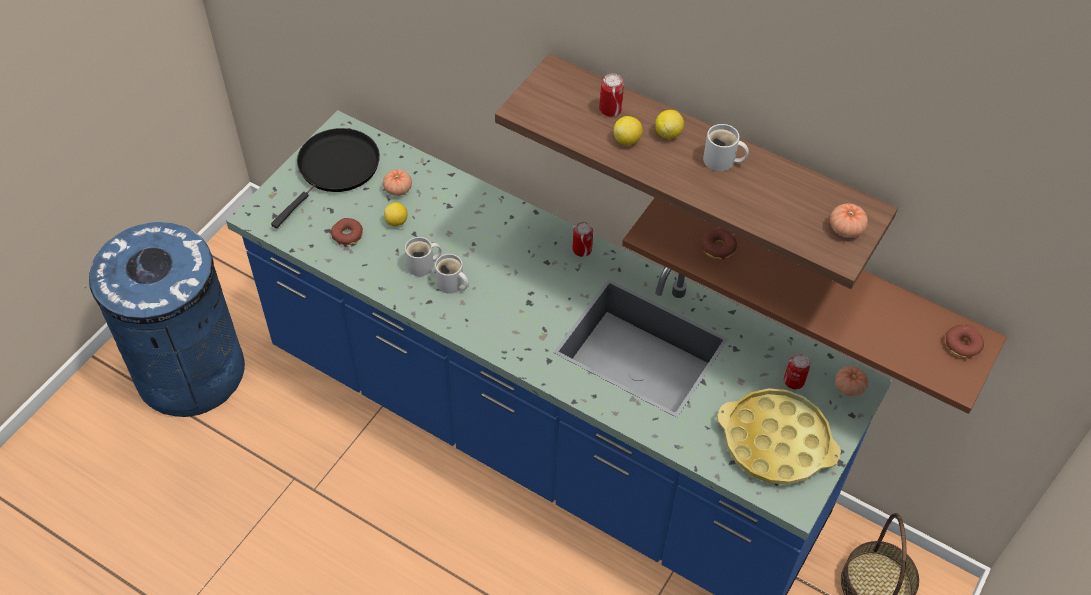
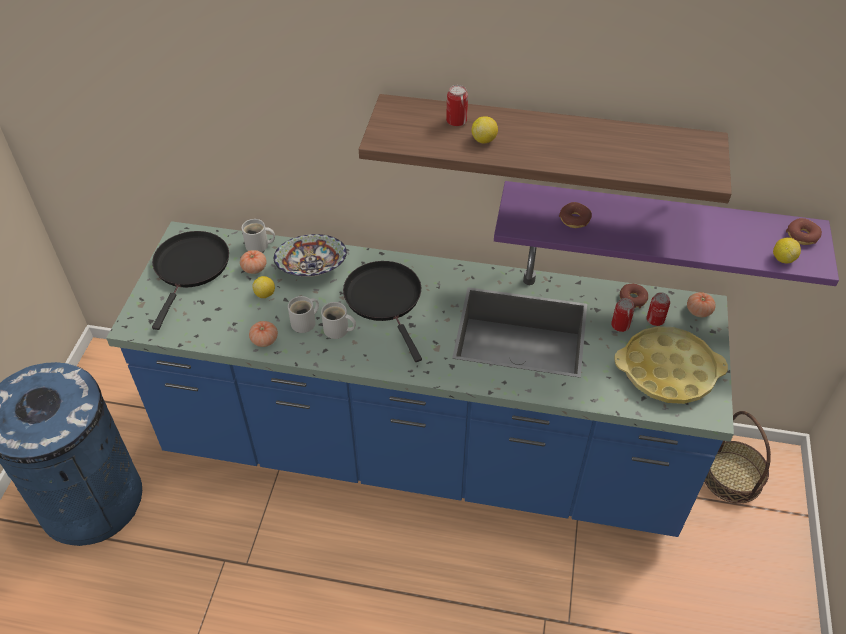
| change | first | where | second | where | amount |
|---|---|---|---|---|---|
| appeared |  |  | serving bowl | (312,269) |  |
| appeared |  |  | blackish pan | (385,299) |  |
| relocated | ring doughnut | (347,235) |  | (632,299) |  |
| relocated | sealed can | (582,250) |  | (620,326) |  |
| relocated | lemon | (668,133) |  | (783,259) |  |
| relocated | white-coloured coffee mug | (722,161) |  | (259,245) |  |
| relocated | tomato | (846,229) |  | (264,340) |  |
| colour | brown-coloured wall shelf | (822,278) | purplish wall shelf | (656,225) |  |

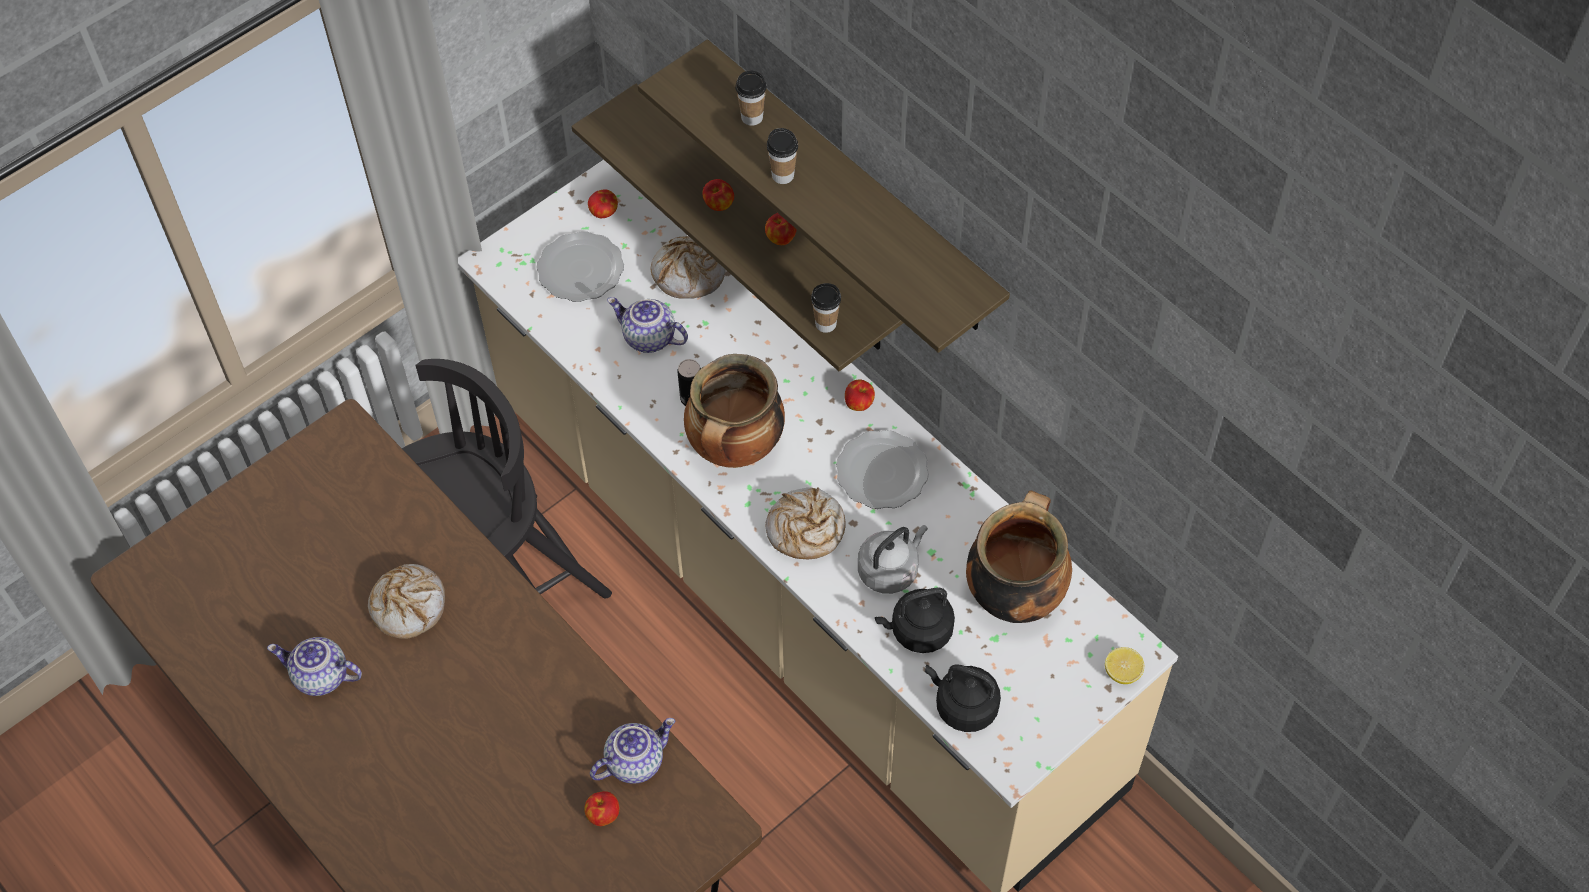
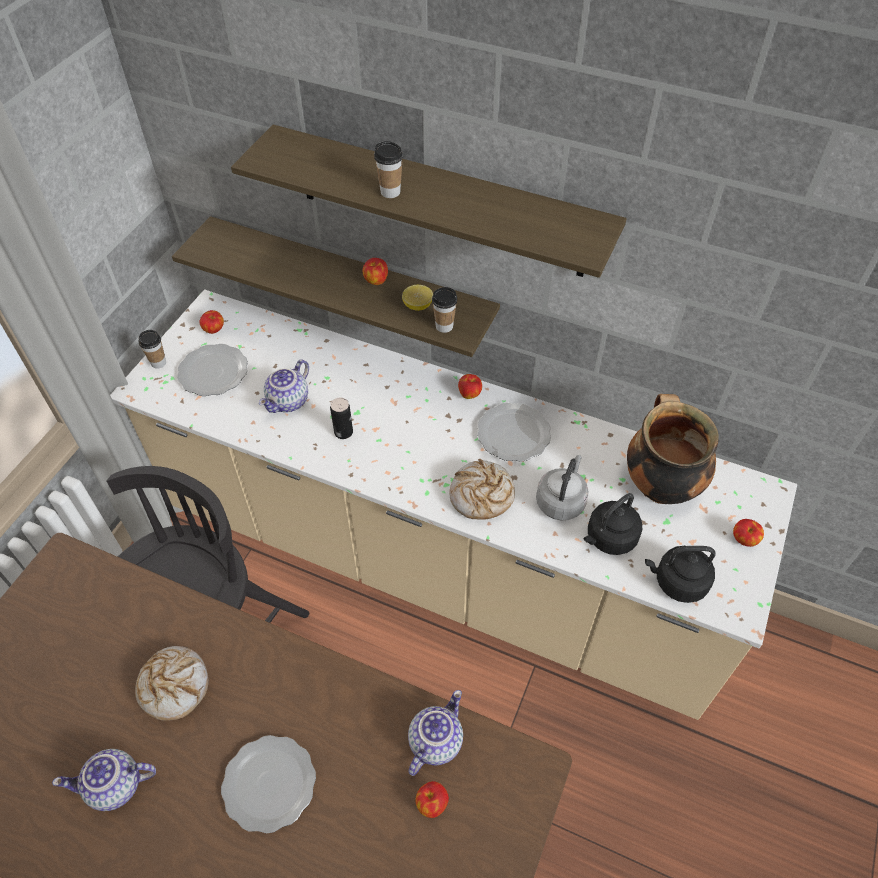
| change | first | where | second | where | amount |
|---|---|---|---|---|---|
| missing | bakery bread | (689,274) |  |  |  |
| missing | cooking pot | (736,450) |  |  |  |
| appeared |  |  | flat dish | (270,783) |  |
| relocated | apple fruit | (718,205) |  | (744,540) |  |
| relocated | cup | (752,117) |  | (158,363) |  |
| relocated | lemon | (1122,673) |  | (418,306) |  |
| spun | tea pot | (648,338) |  | (289,402) | 60 degrees counterclockwise |

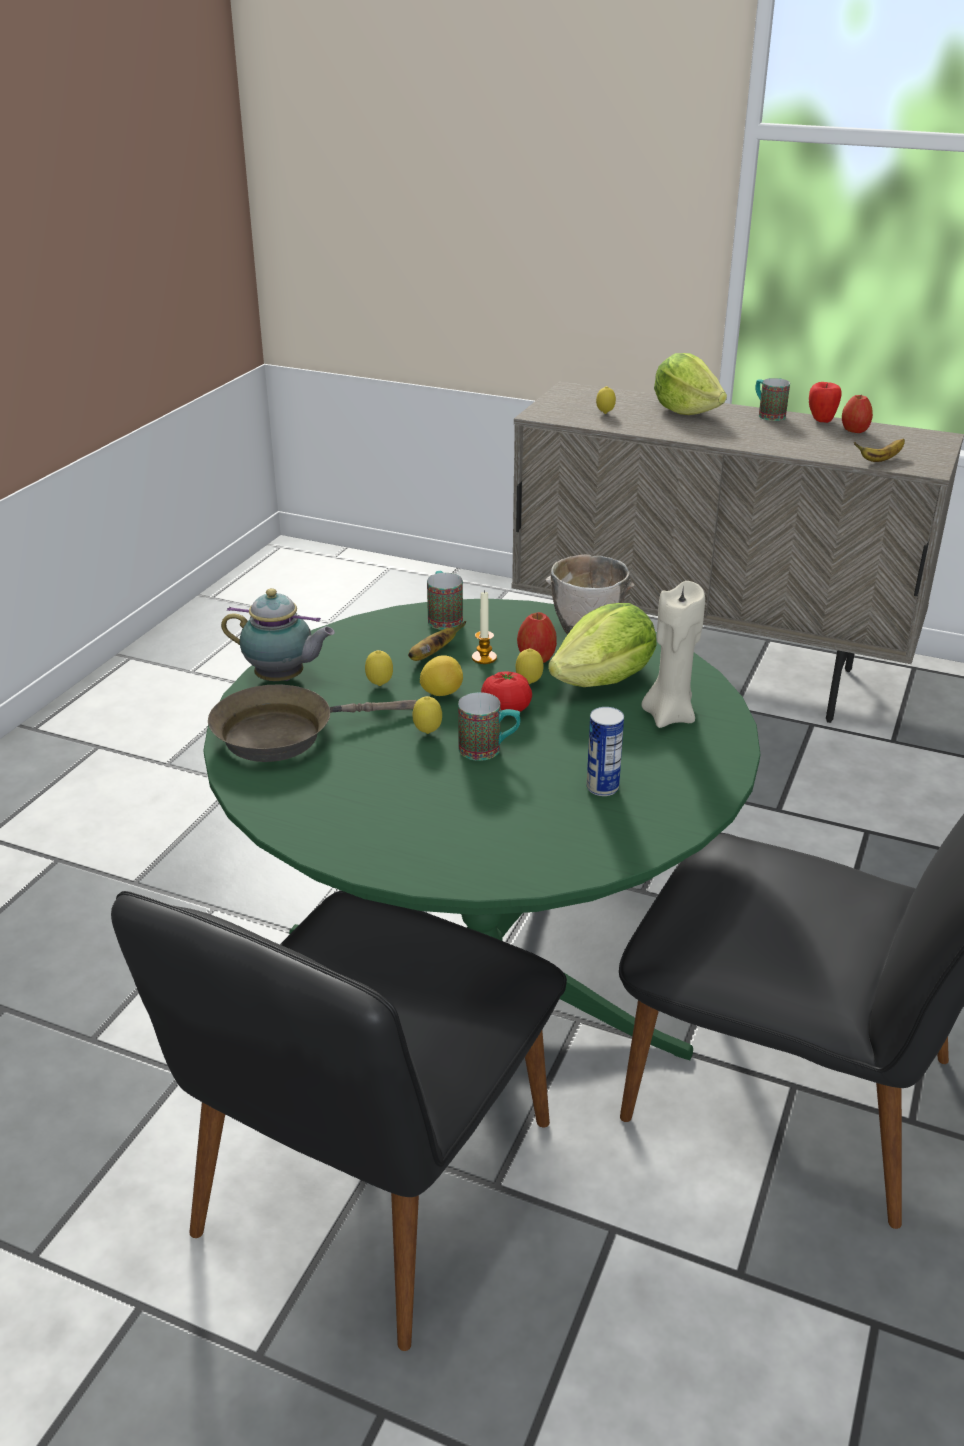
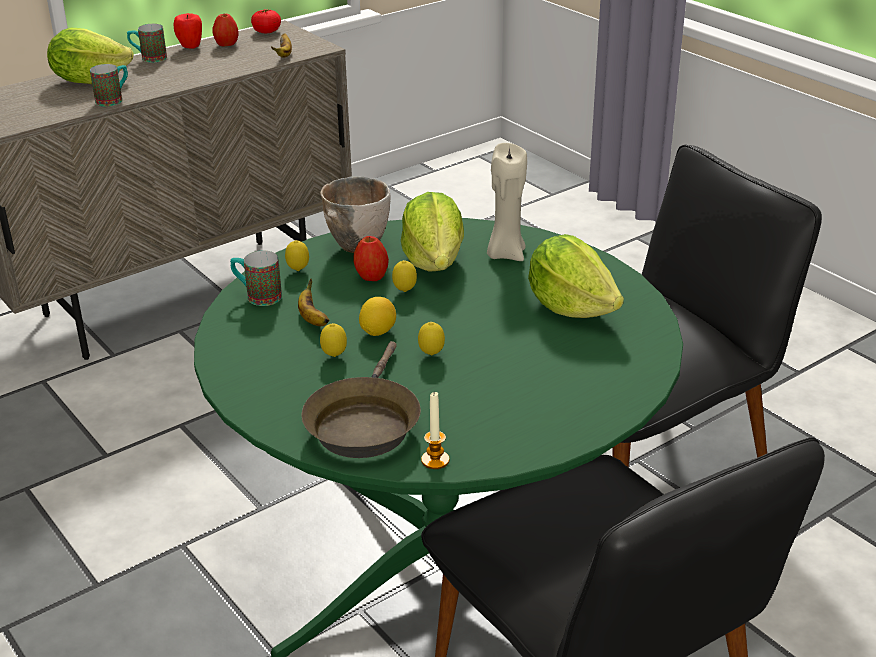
| change | first | where | second | where | amount |
|---|---|---|---|---|---|
| missing | tea pot | (283,680) |  |  |  |
| relocated | coffee mug | (489,750) |  | (114,99) |  |
| relocated | wax light | (484,658) |  | (435,460) |  |
| relocated | tomato | (506,708) |  | (267,32) |  |
| relocated | lemon | (605,413) |  | (298,270) |  |
| exchanged | sealed can | (602,787) | lettuce | (571,307) |  |

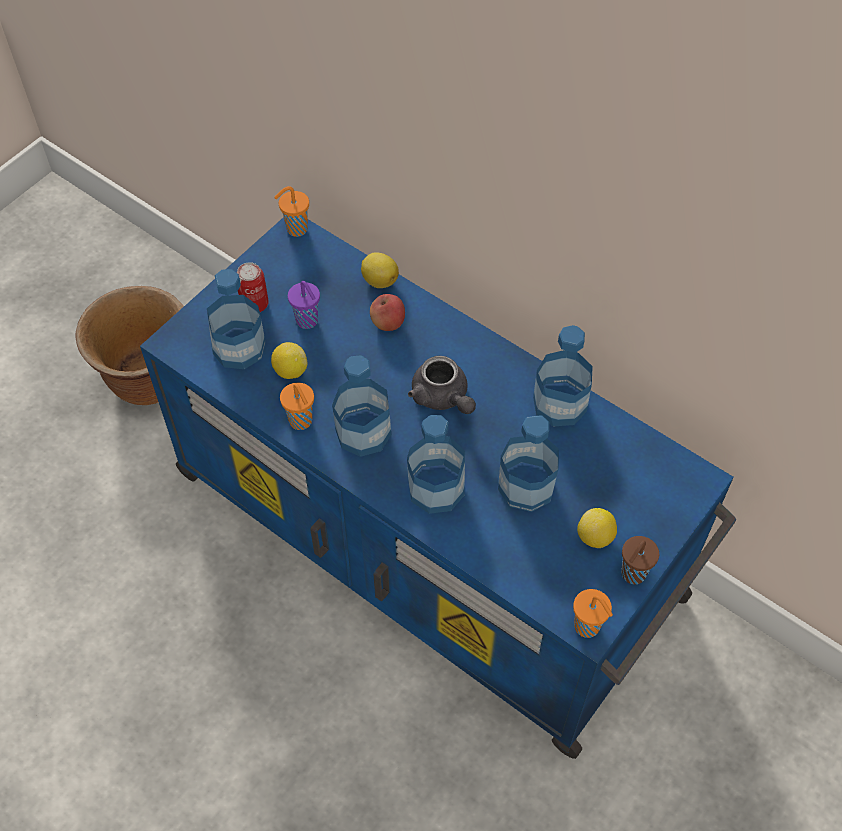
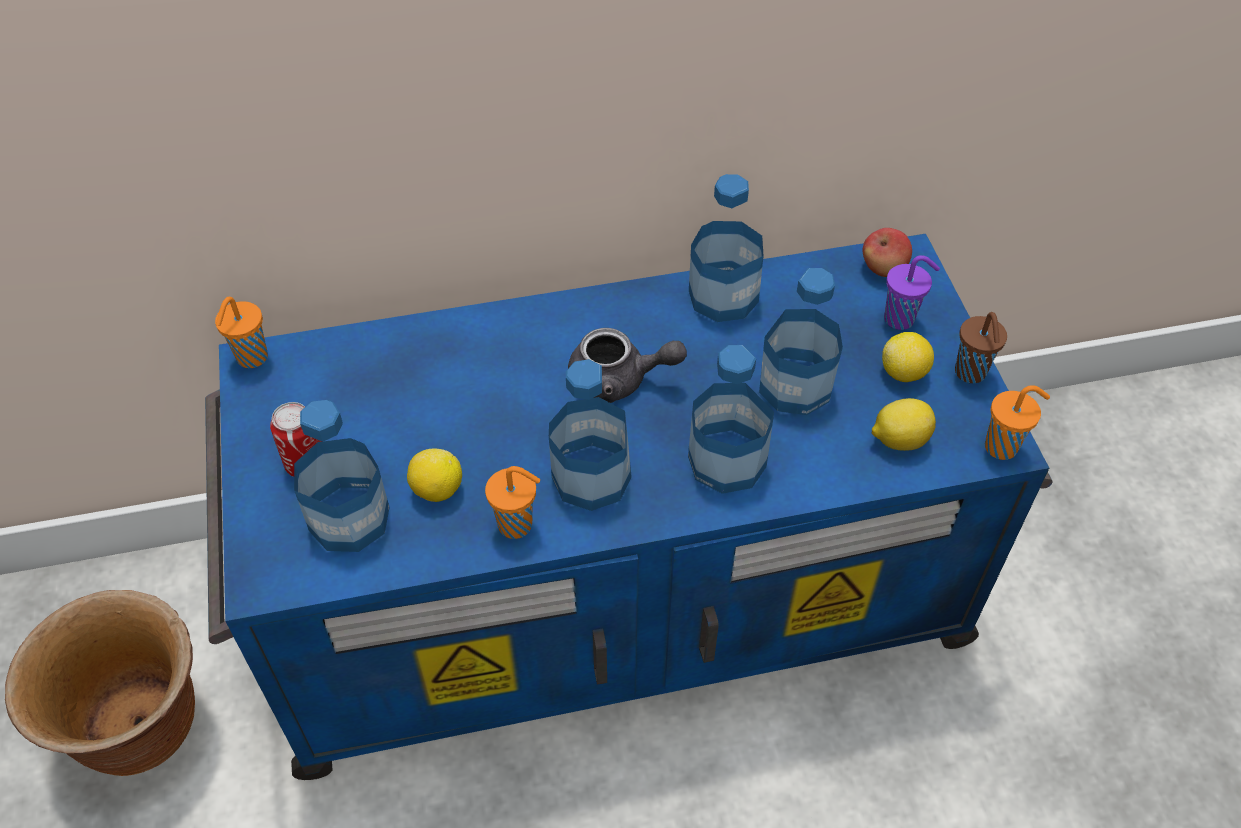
| change | first | where | second | where | amount |
|---|---|---|---|---|---|
| relocated | purplish cup | (308,321) |  | (901,319) |  |
| relocated | lemon | (379,280) |  | (898,439) |  |
| relocated | apple fruit | (388,323) |  | (883,269) |  |

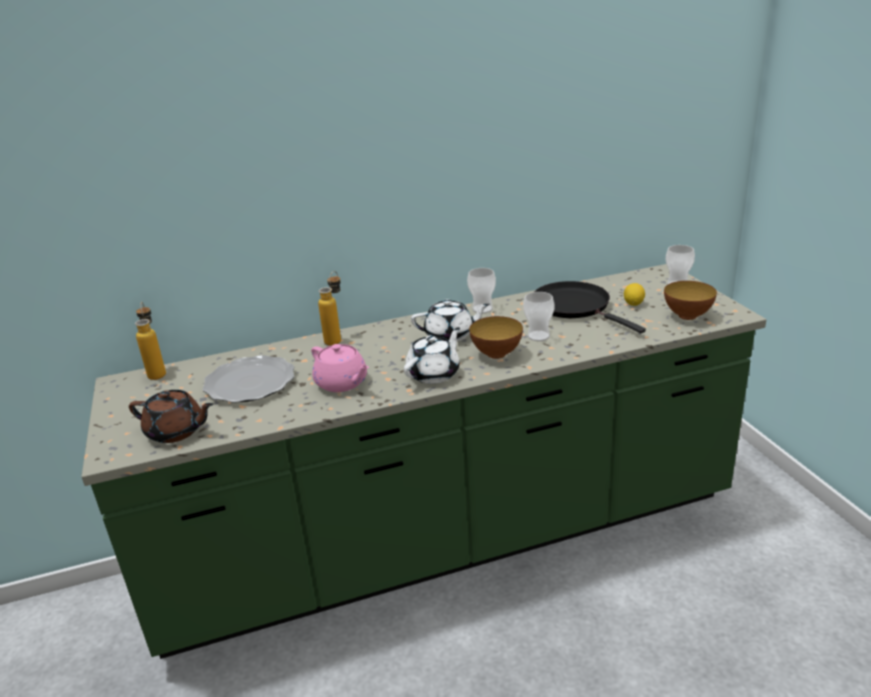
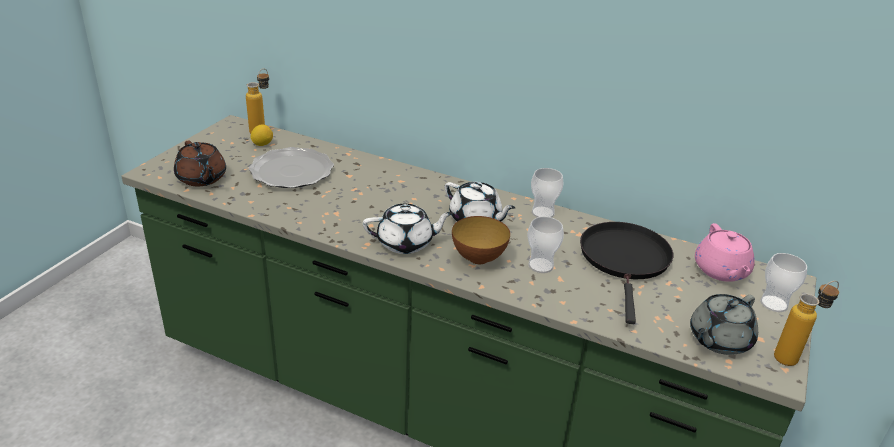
| change | first | where | second | where | amount |
|---|---|---|---|---|---|
| relocated | pink-coloured tea pot | (342,383) |  | (721,271) |  |
| relocated | bottle | (336,339) |  | (793,357) |  |
| relocated | lemon | (633,304) |  | (262,144) |  |
| exchanged | serving bowl | (687,316) | greyish tea pot | (718,340) |  |

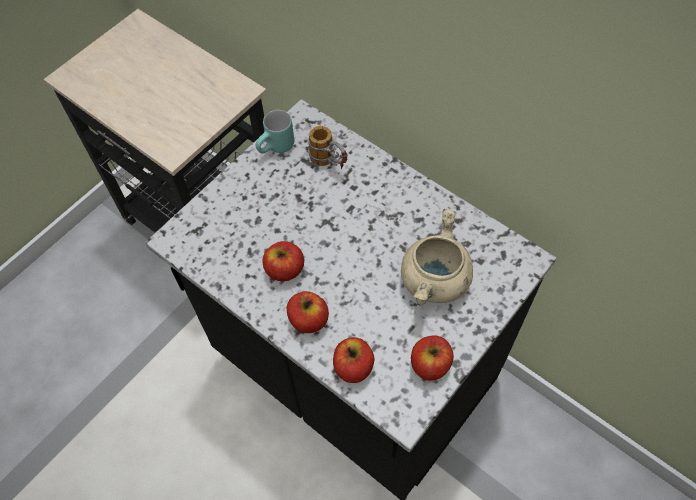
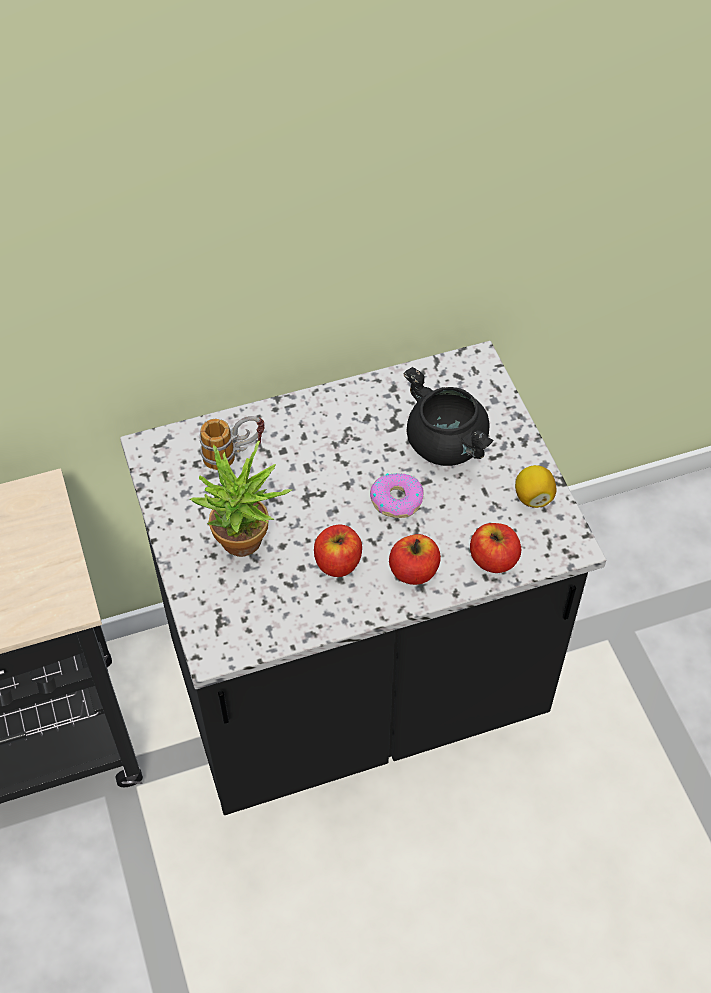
| change | first | where | second | where | amount |
|---|---|---|---|---|---|
| missing | turquoise coffee mug | (277,148) |  |  |  |
| appeared |  |  | potted plant | (246,546) |  |
| appeared |  |  | ring doughnut | (396,499) |  |
| exchanged | apple fruit | (430,364) | lemon | (533,497) |  |
| colour | sand-coloured cooking pot | (435,281) | blackish cooking pot | (447,444) |  |

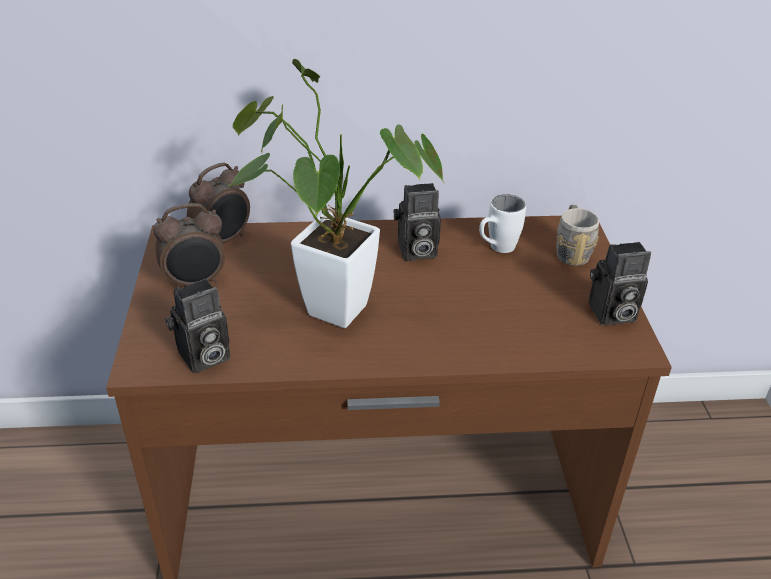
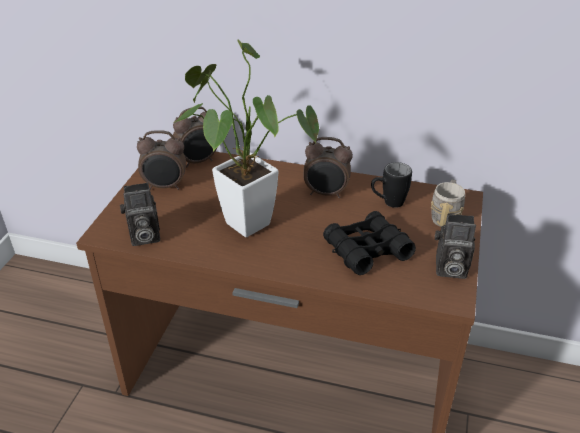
| change | first | where | second | where | amount |
|---|---|---|---|---|---|
| appeared |  |  | blackish pair of binoculars | (367,250) |  |
| exchanged | still camera | (415,251) | alarm clock | (326,194) |  |
| colour | white-coloured coffee mug | (496,249) | blackish coffee mug | (388,203) |  |

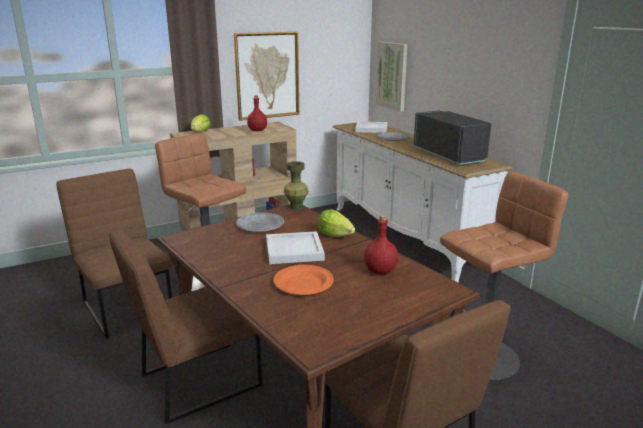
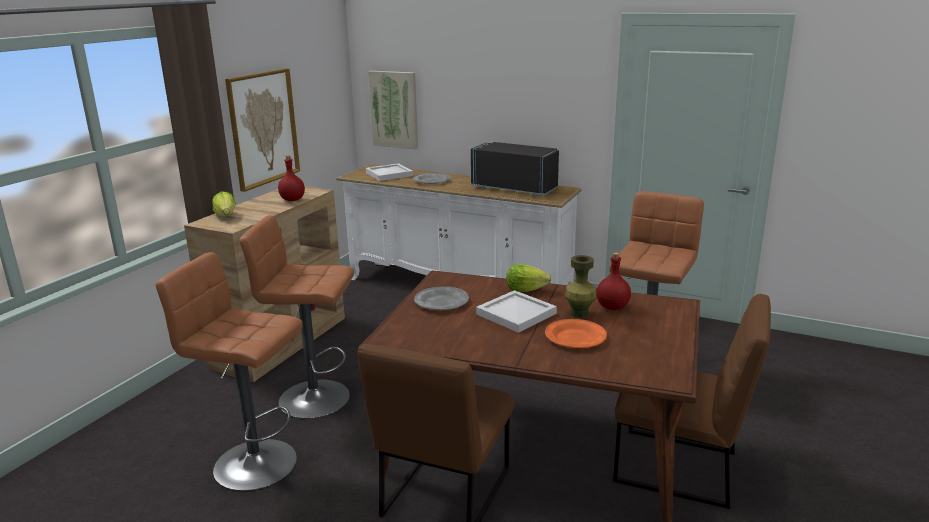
| change | first | where | second | where | amount |
|---|---|---|---|---|---|
| relocated | green decorative vase | (296,207) |  | (579,314) |  |
| exchanged | brown-coloured plain chair | (127,307) | brown-coloured stool | (255,463) |  |

